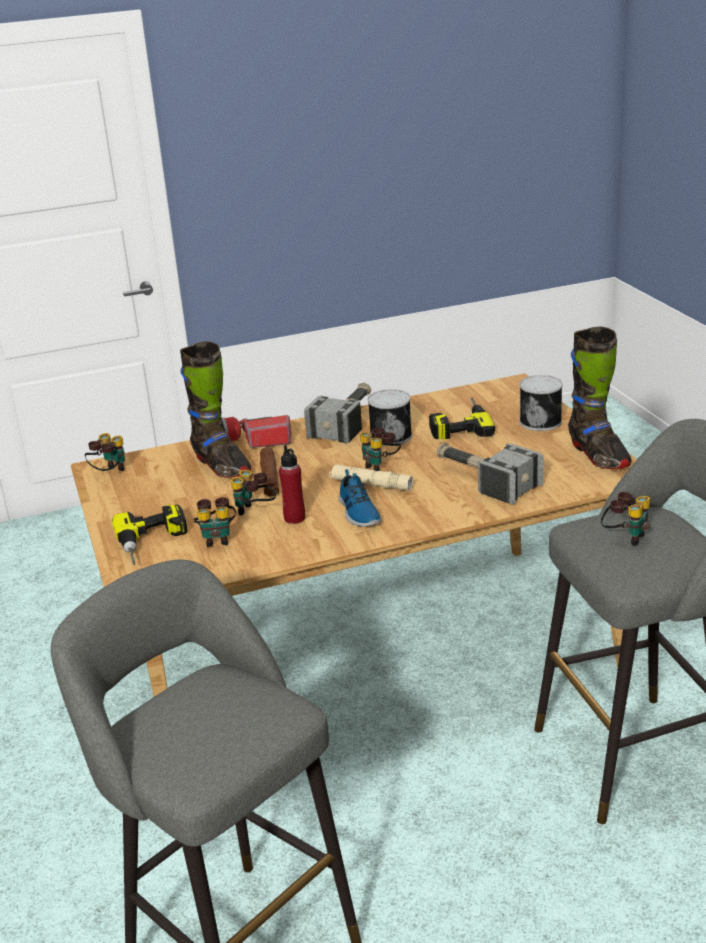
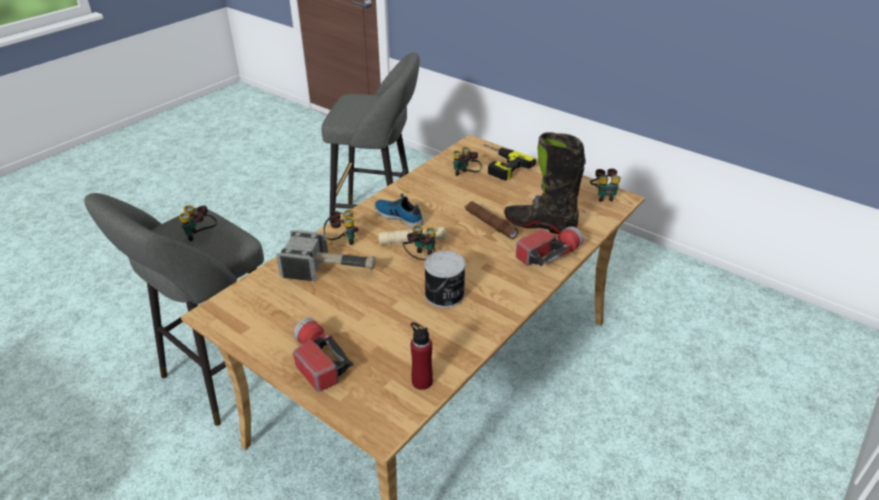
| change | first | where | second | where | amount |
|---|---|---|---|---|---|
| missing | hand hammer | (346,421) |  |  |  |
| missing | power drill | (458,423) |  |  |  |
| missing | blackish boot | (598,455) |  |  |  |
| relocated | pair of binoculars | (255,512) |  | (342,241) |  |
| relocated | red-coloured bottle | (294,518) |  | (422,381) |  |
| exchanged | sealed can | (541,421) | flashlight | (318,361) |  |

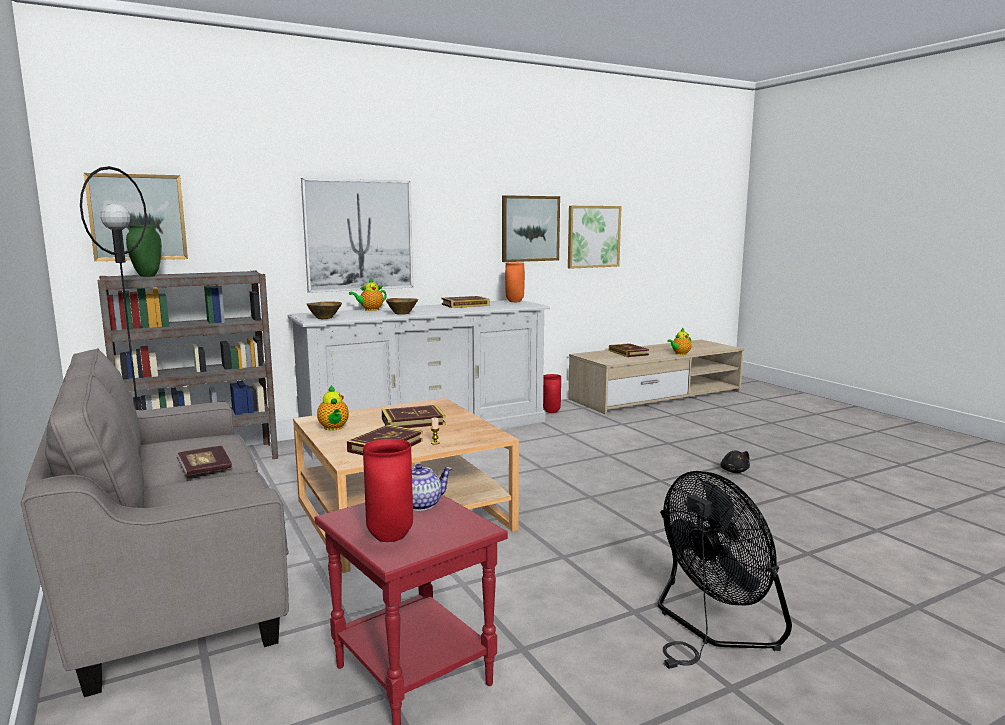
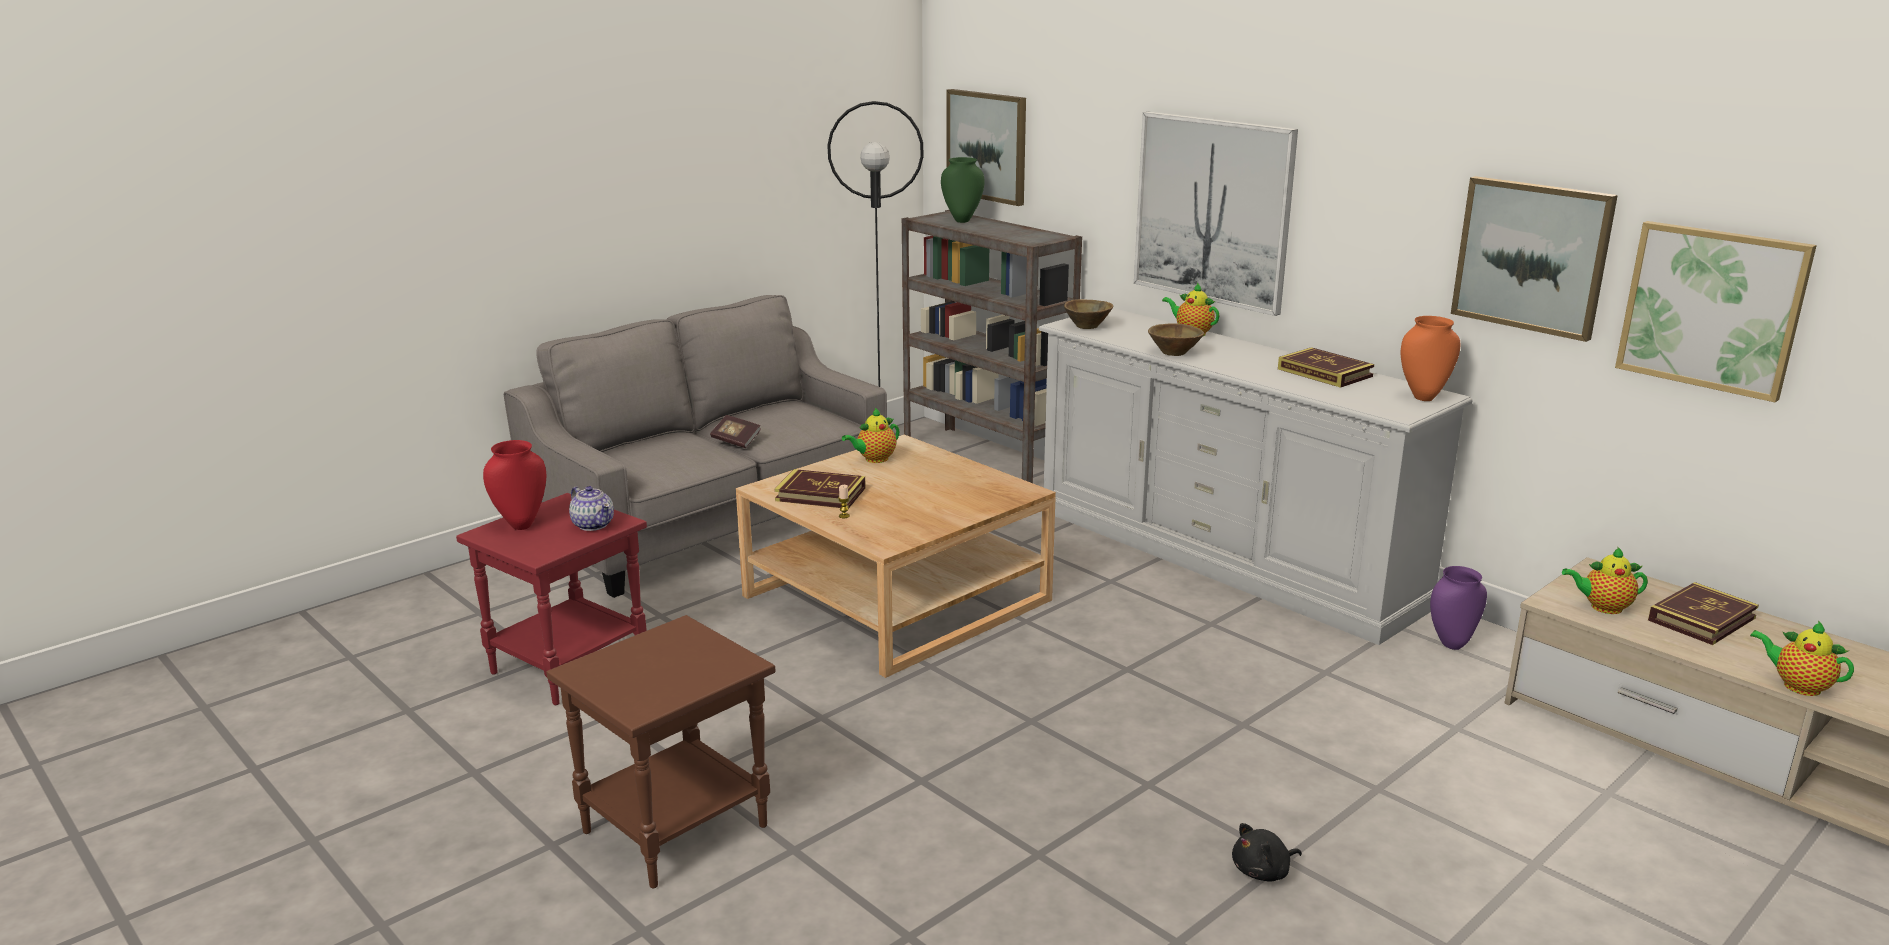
| change | first | where | second | where | amount |
|---|---|---|---|---|---|
| missing | volume | (413,421) |  |  |  |
| appeared |  |  | tea pot | (1602,607) |  |
| exchanged | blackish cooling fan | (703,624) | brown-coloured side table | (675,827) |  |
| colour | red-coloured decorative vase | (551,412) | purplish decorative vase | (1451,644) |  |

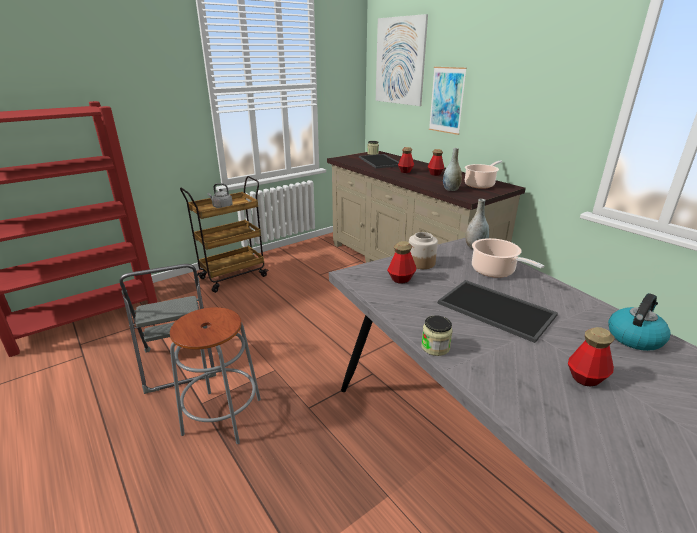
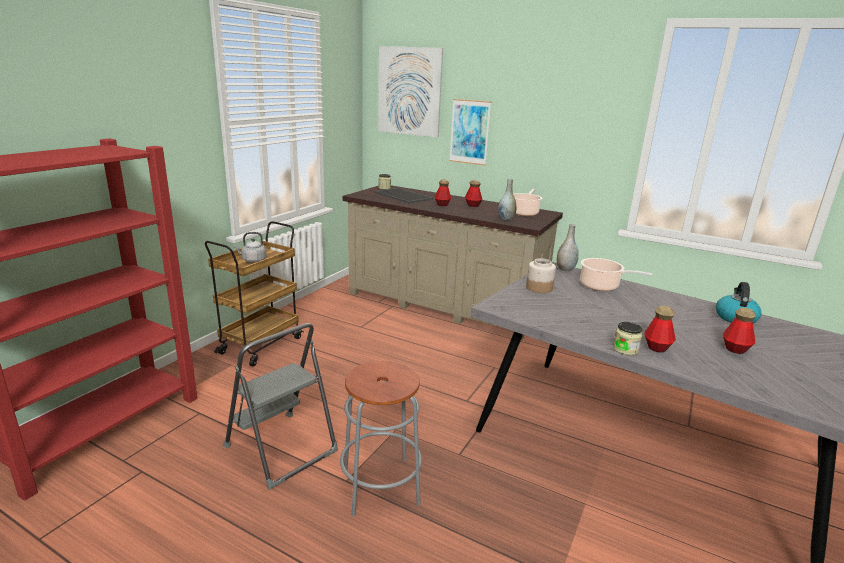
| change | first | where | second | where | amount |
|---|---|---|---|---|---|
| missing | carrying tray | (497,309) |  |  |  |
| relocated | bottle | (401,279) |  | (657,347) |  |

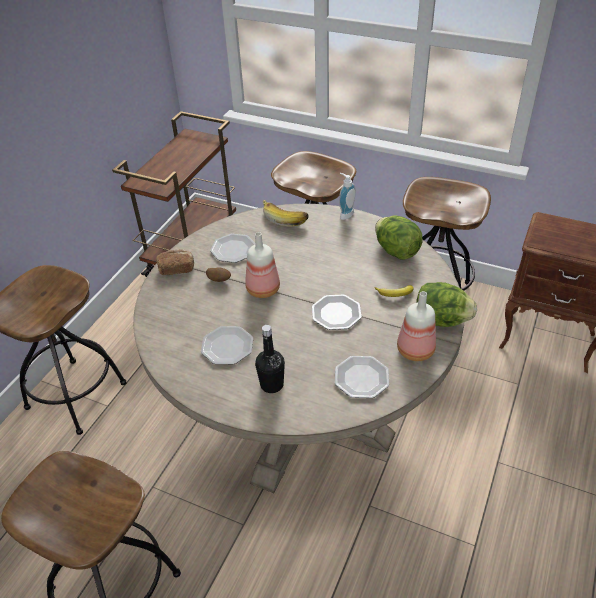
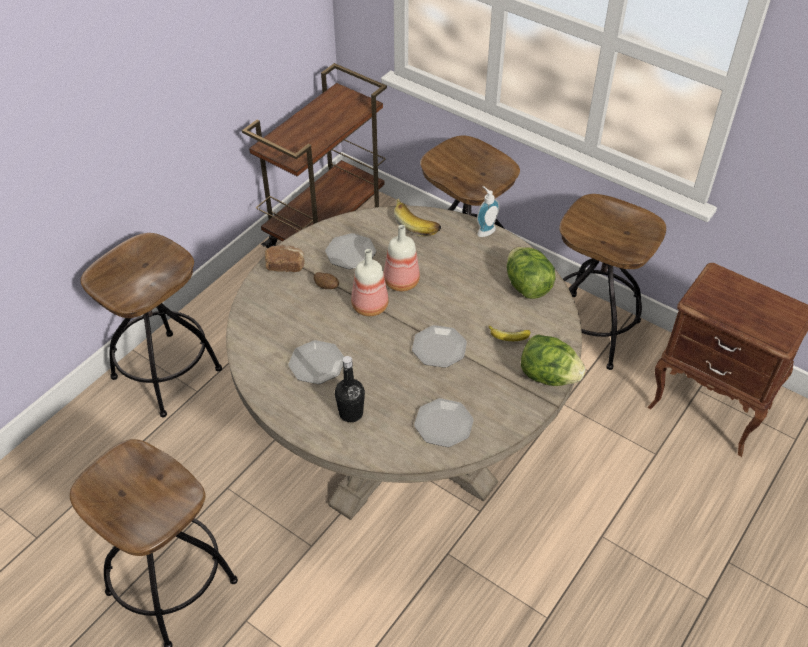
| change | first | where | second | where | amount |
|---|---|---|---|---|---|
| relocated | bottle | (415,351) |  | (401,282) |  |

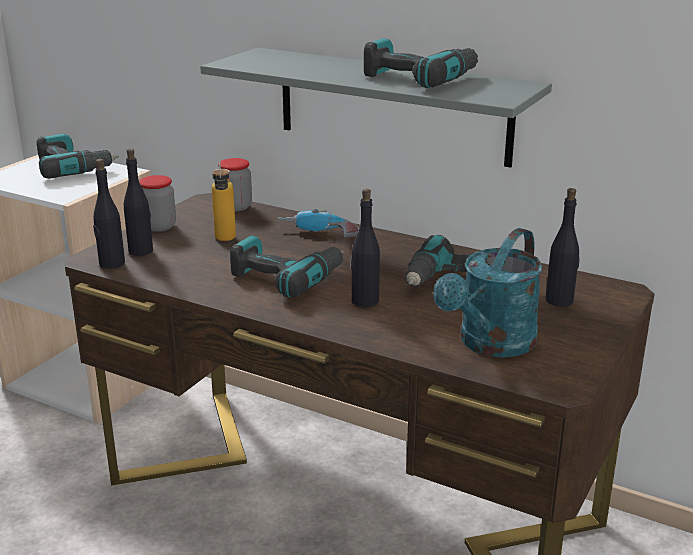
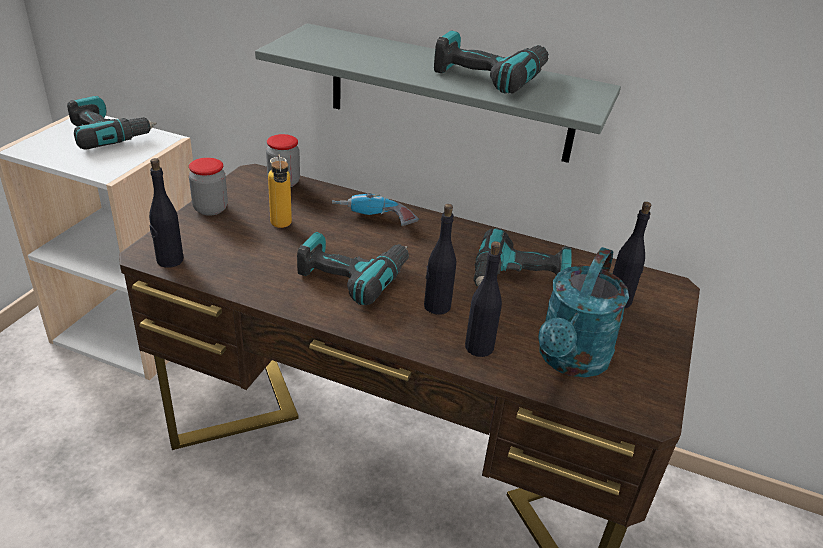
| change | first | where | second | where | amount |
|---|---|---|---|---|---|
| relocated | blackish bottle | (141,251) |  | (479,347) |  |

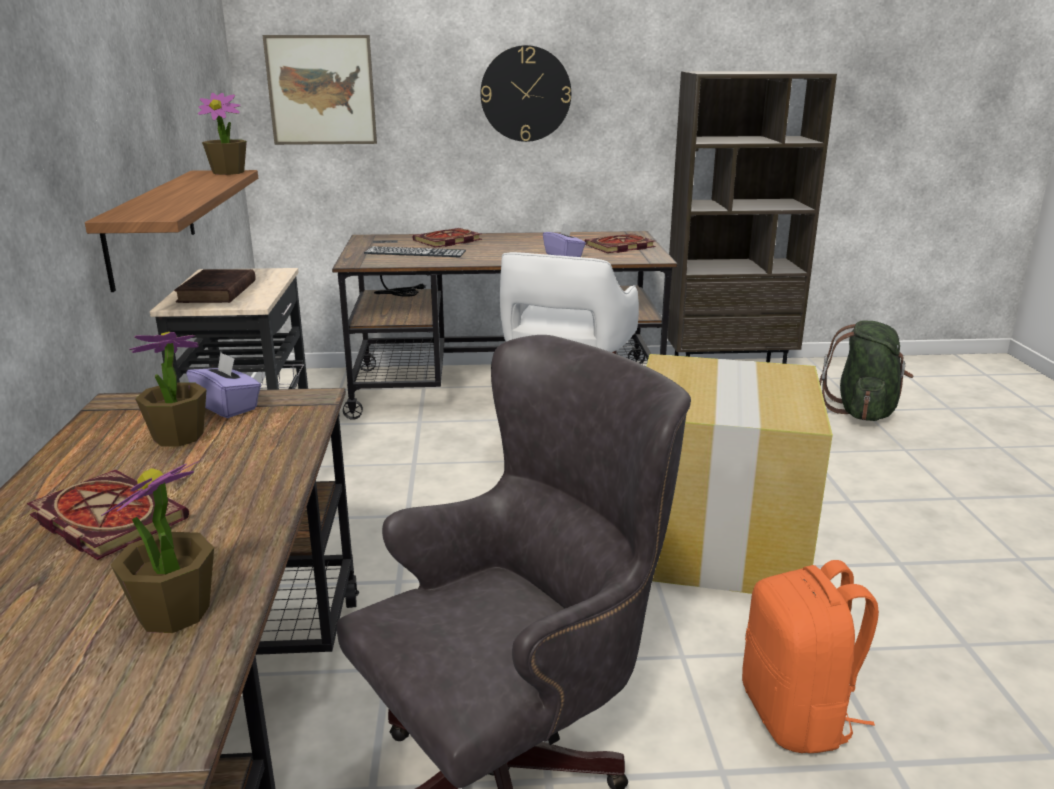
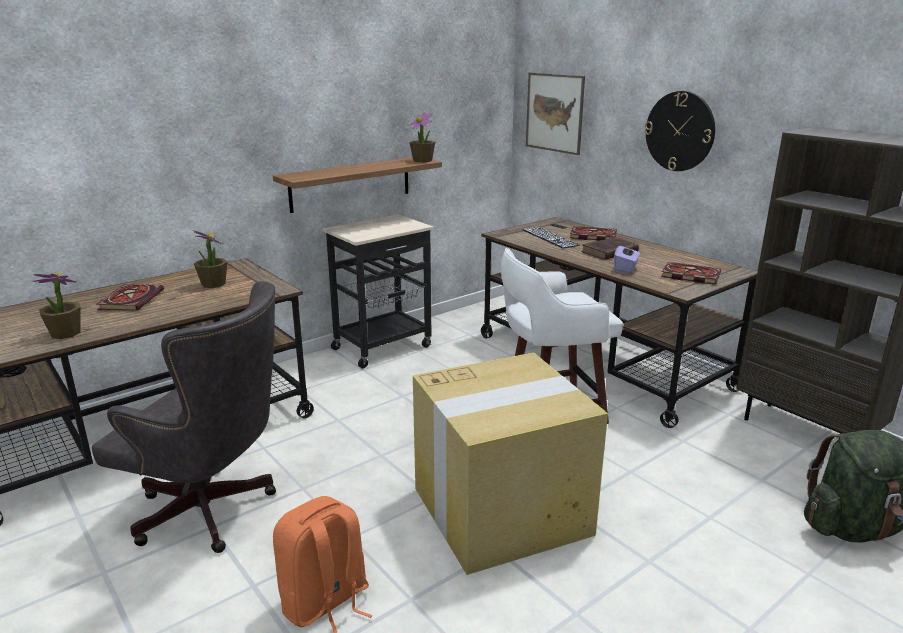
| change | first | where | second | where | amount |
|---|---|---|---|---|---|
| missing | purplish box of tissues | (228,407) |  |  |  |
| relocated | brown-coloured volume | (216,292) |  | (608,252) |  |

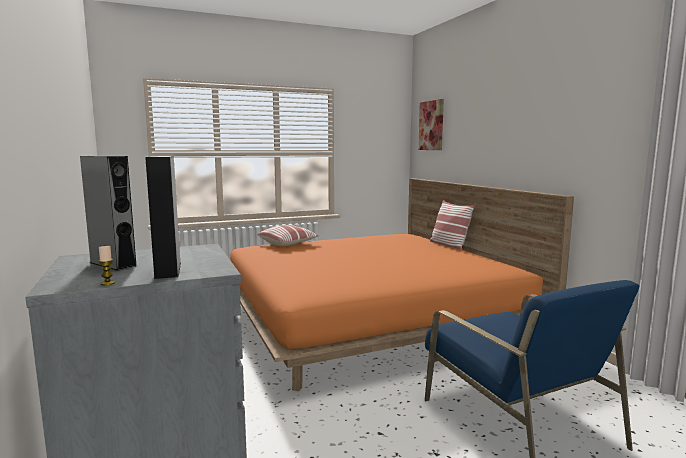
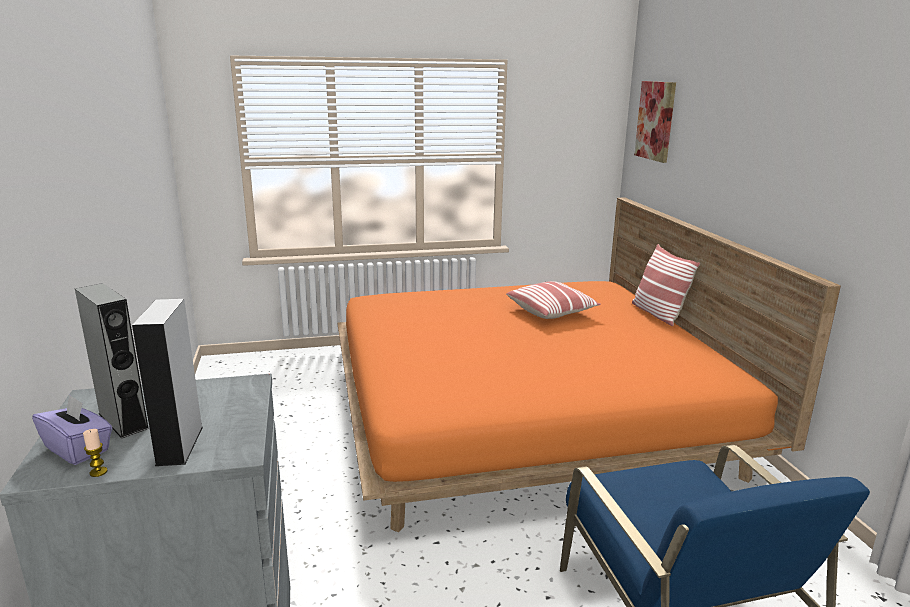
| change | first | where | second | where | amount |
|---|---|---|---|---|---|
| appeared |  |  | purplish box of tissues | (78,449) |  |
| relocated | pillow | (288,243) |  | (552,311) |  |

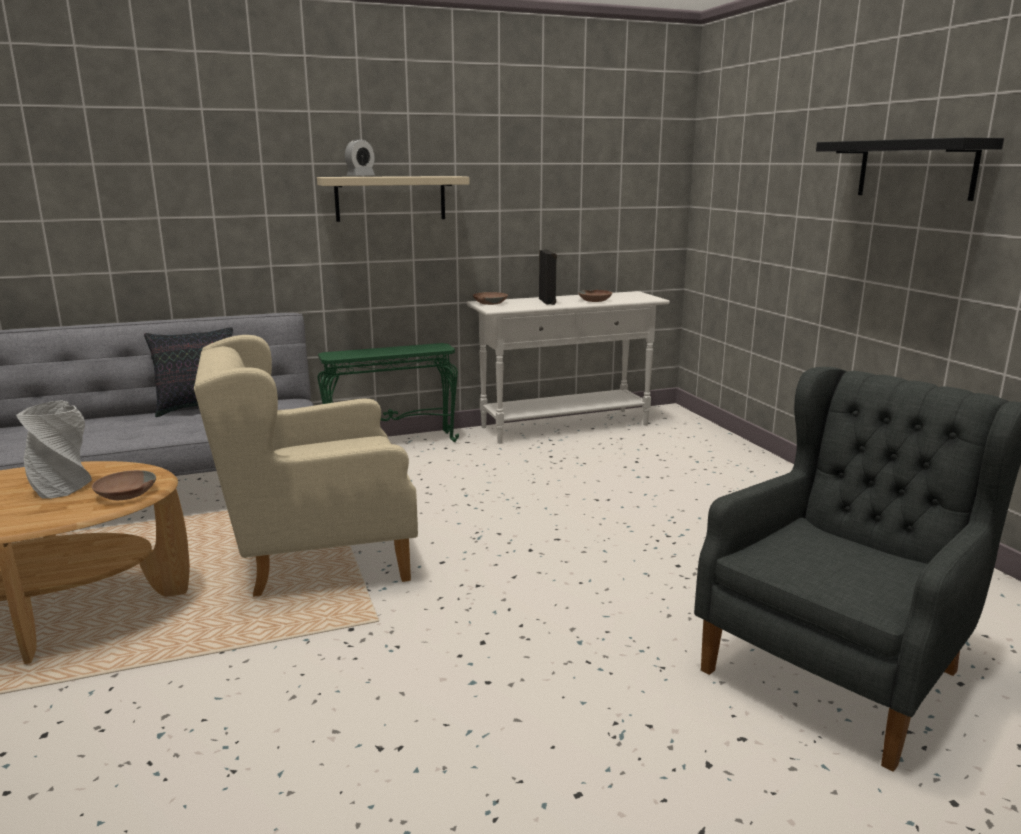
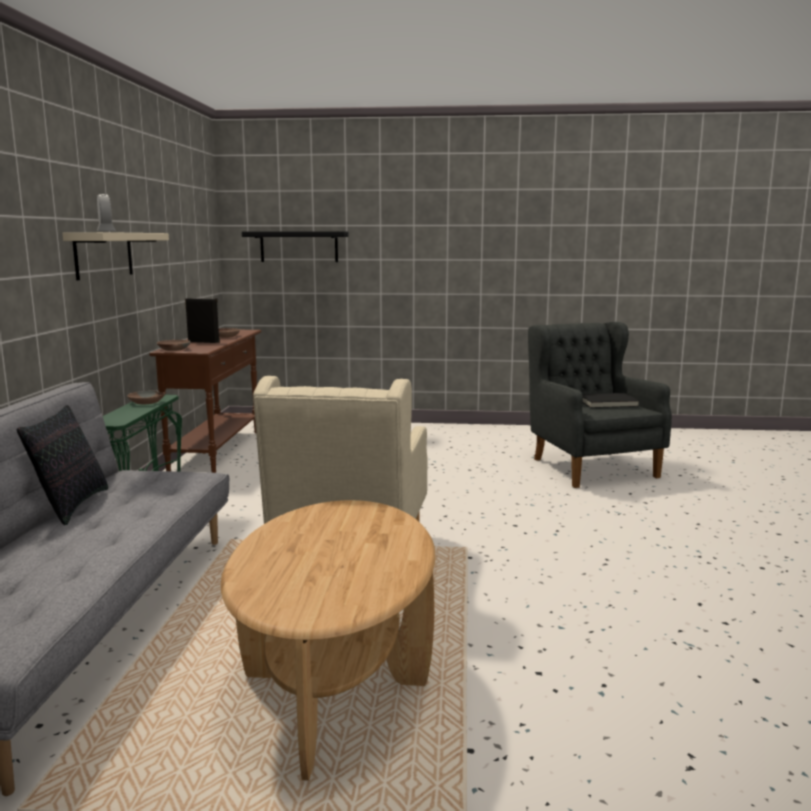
| change | first | where | second | where | amount |
|---|---|---|---|---|---|
| missing | greyish decorative vase | (61,486) |  |  |  |
| appeared |  |  | blackish volume | (607,403) |  |
| relocated | brown-coloured serving bowl | (125,494) |  | (147,402) |  |
| relocated | blackish wall shelf | (915,169) |  | (299,246) |  |
| colour | white-coloured hall table | (566,426) | brown-coloured hall table | (217,450) |  |

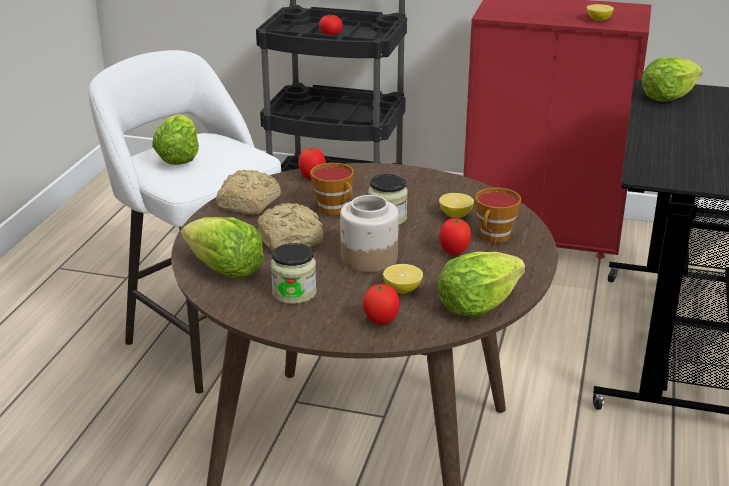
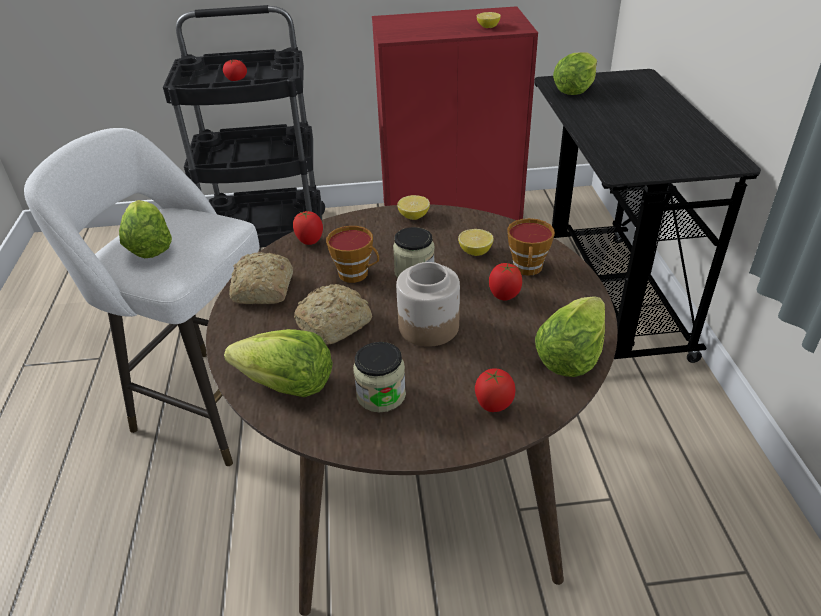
| change | first | where | second | where | amount |
|---|---|---|---|---|---|
| relocated | lemon | (402,290) |  | (414,216) |  |

